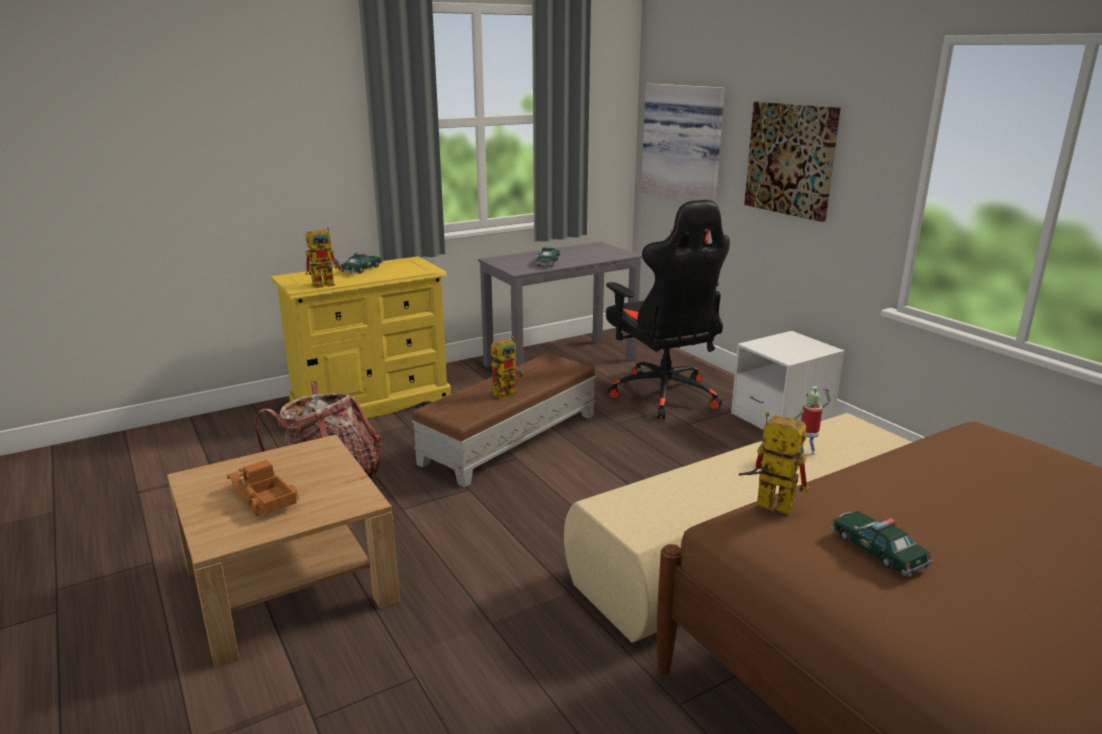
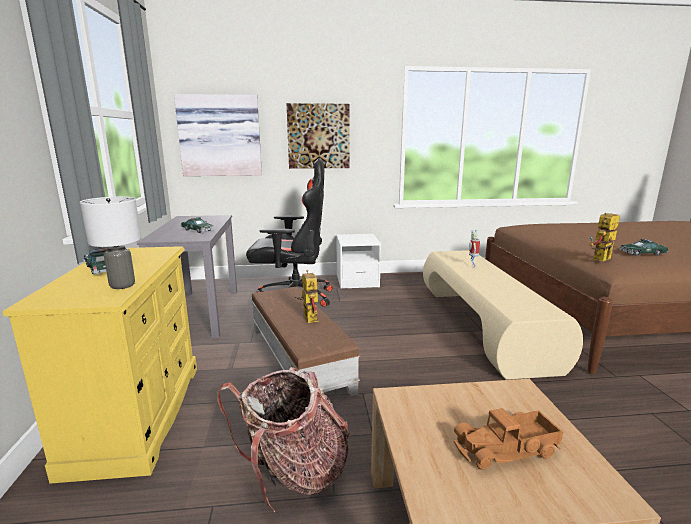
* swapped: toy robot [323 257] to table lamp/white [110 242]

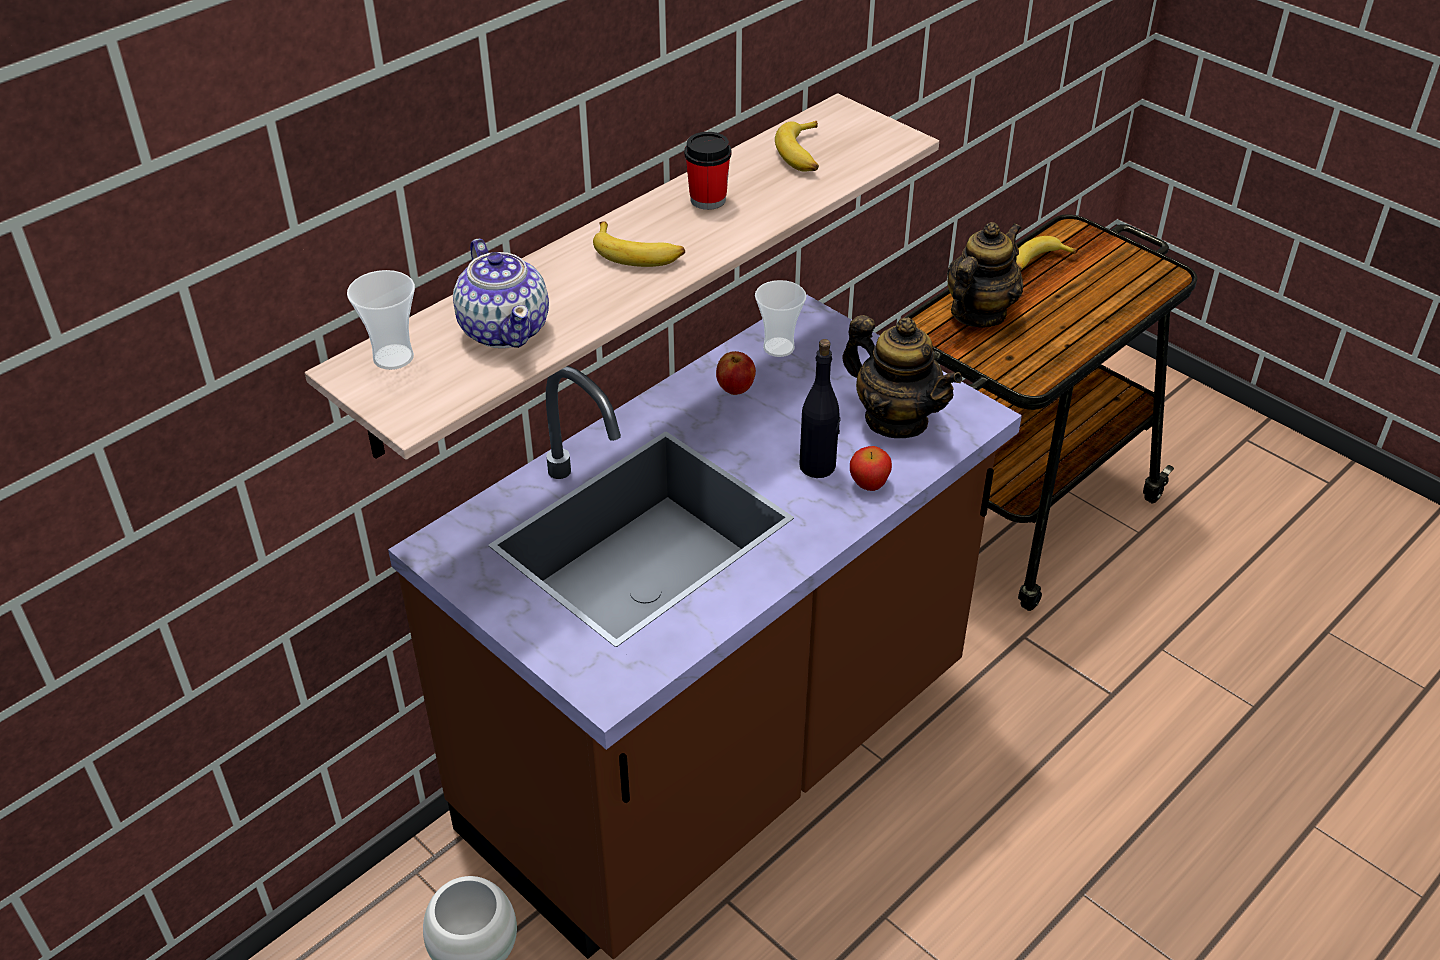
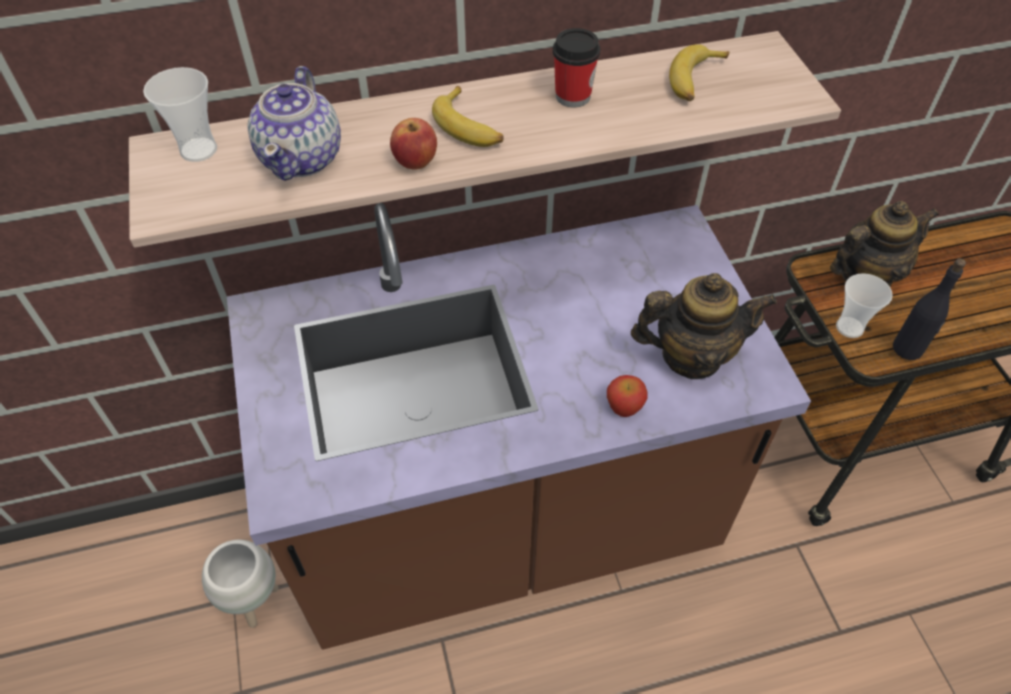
* shifted: apple [736 373] to [413 144]
* rotated: teapot [902 376] = [704 326] 75 degrees counterclockwise
* shifted: cup [780 318] to [864 305]
* shifted: bottle/black [820 408] to [929 309]
* gone: banana [1047 253]

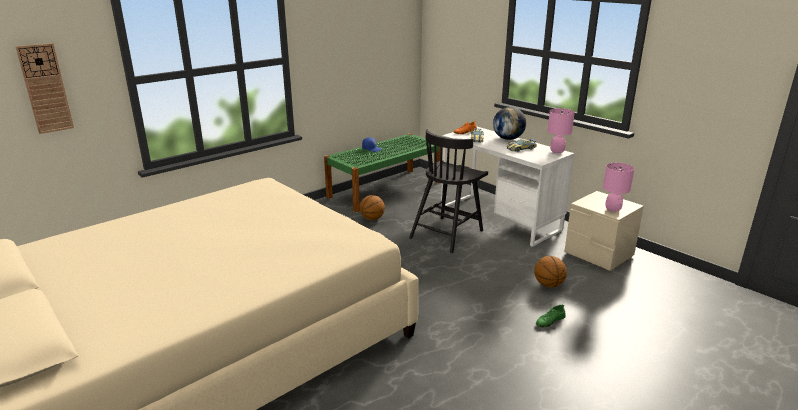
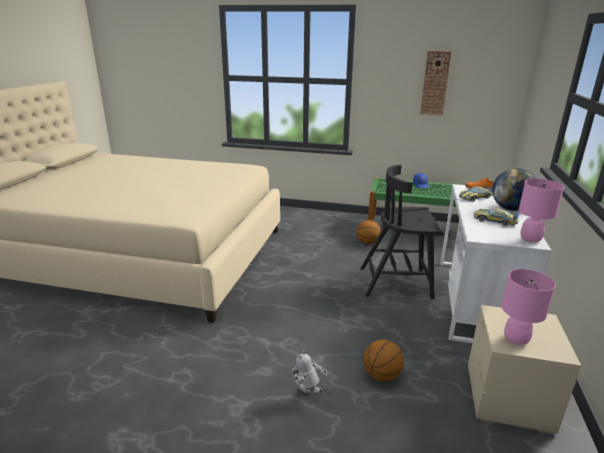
* swapped: shoe/green [551 316] to toy robot [312 373]
* shifted: wall clock [44 88] to [436 83]

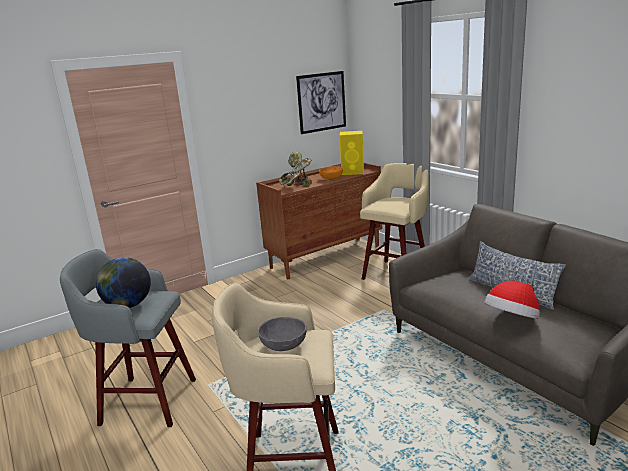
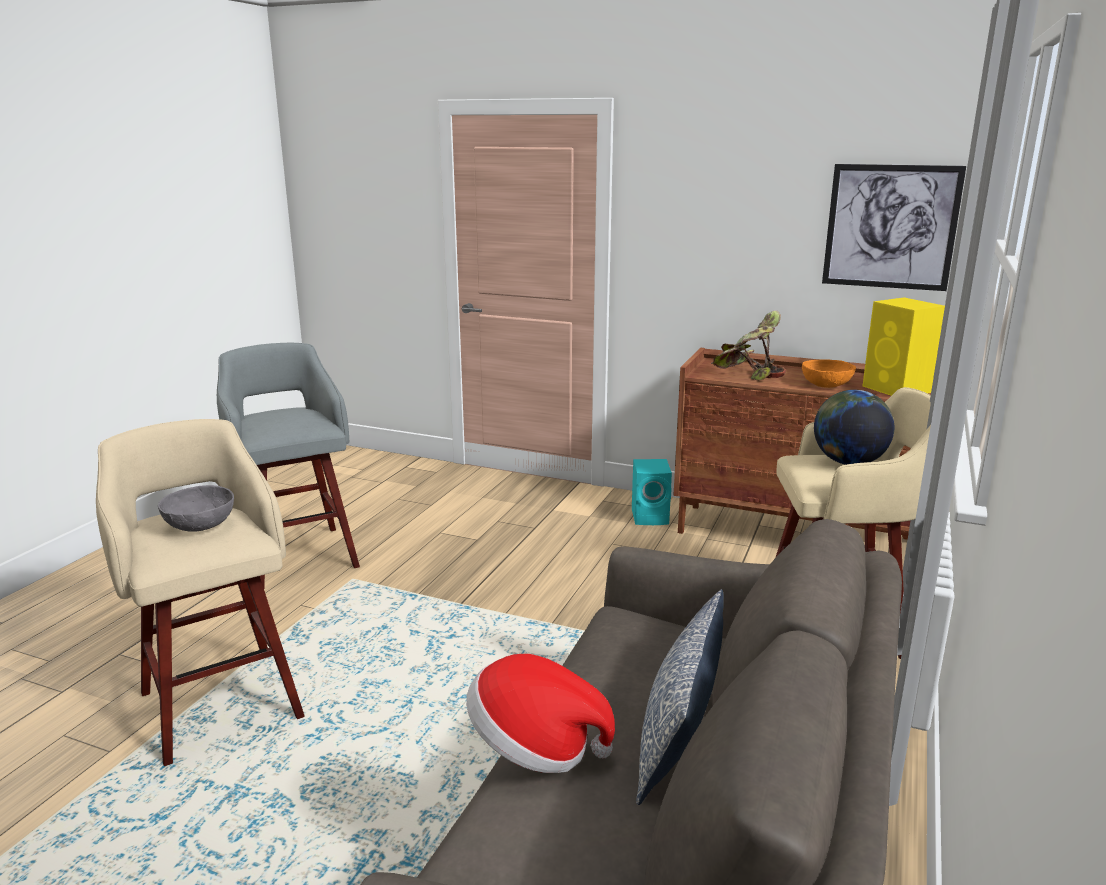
* new: speaker/turquoise [652 492]
* shifted: globe [123 282] to [854 427]

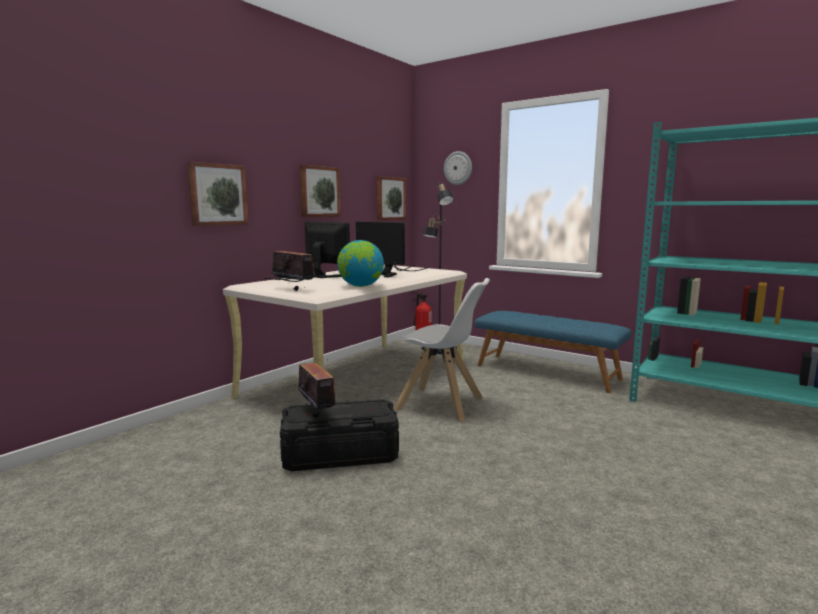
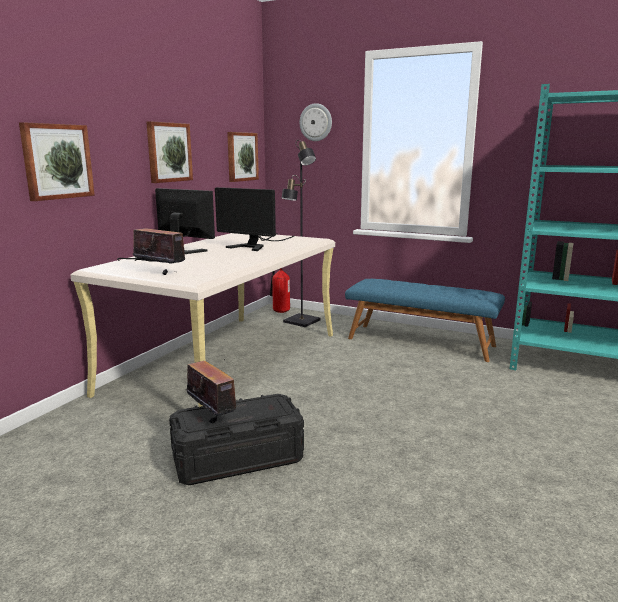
* gone: globe [360 263]
* gone: chair [442 349]

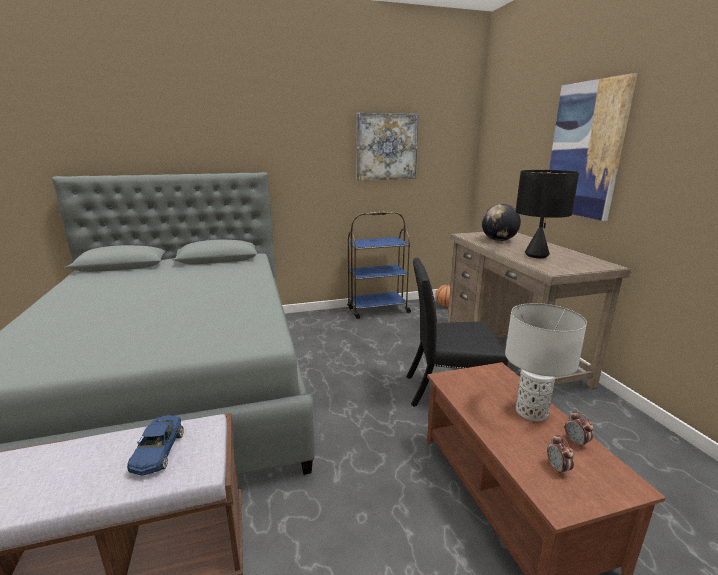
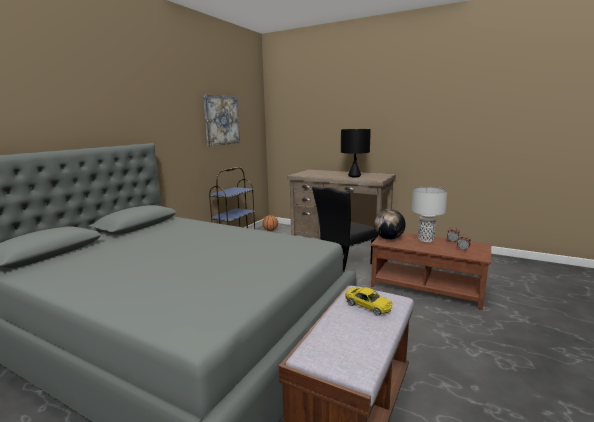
* repainted: toy car/blue [155 445] to toy car/yellow [368 301]
* shifted: globe [501 222] to [390 224]
* gone: picture [593 147]

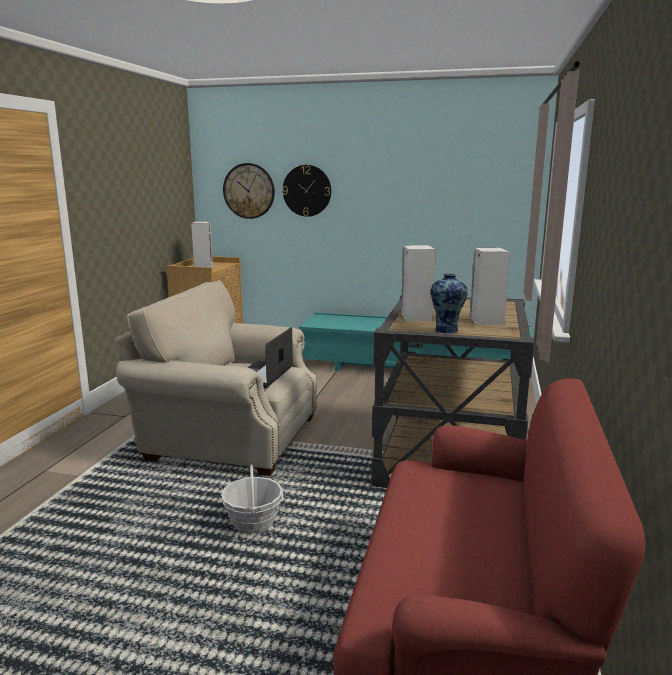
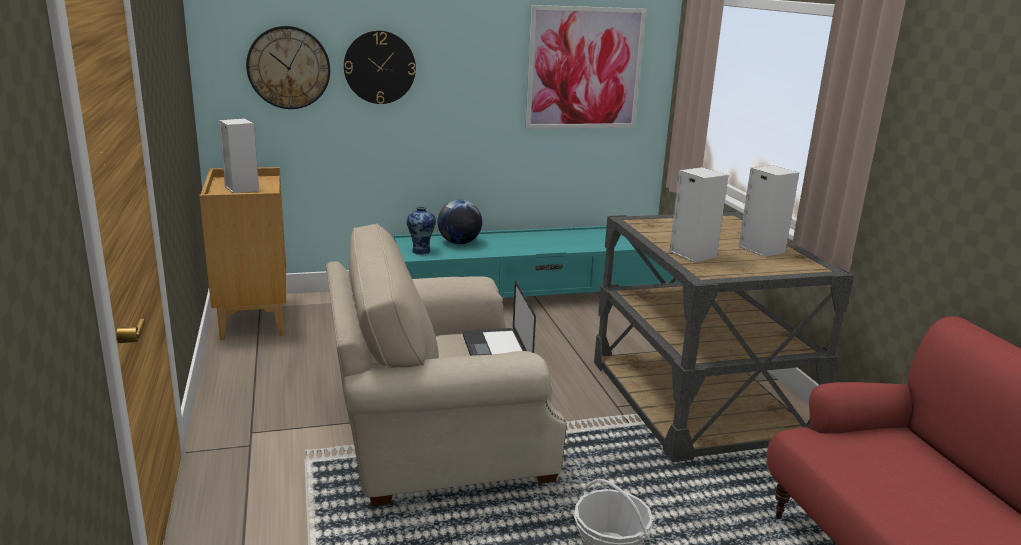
* shifted: vase [449 303] to [421 231]
* new: globe [460 222]
* new: picture [586 67]

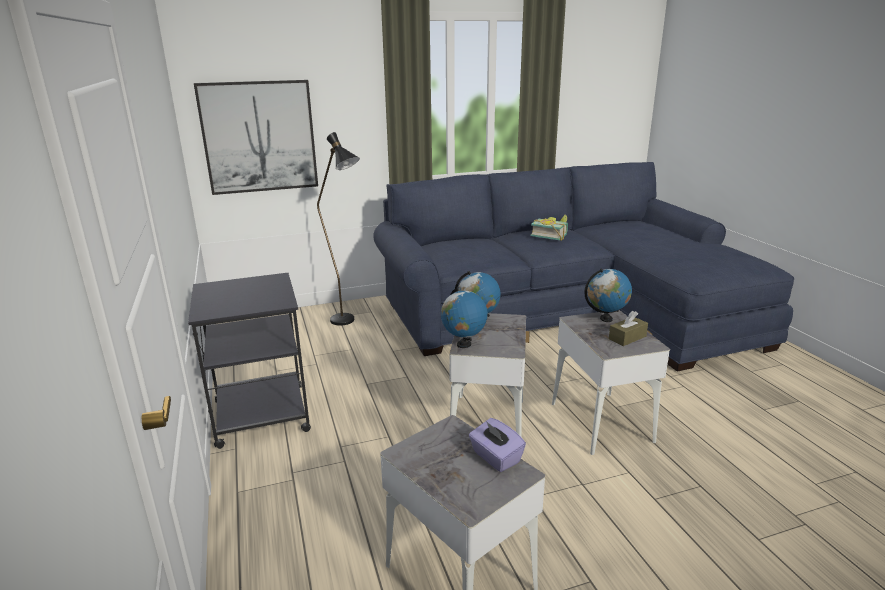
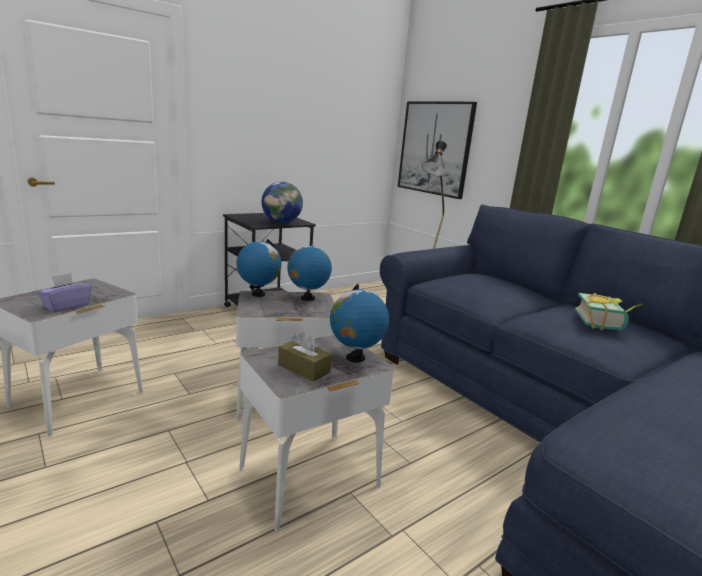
* new: globe [282 202]

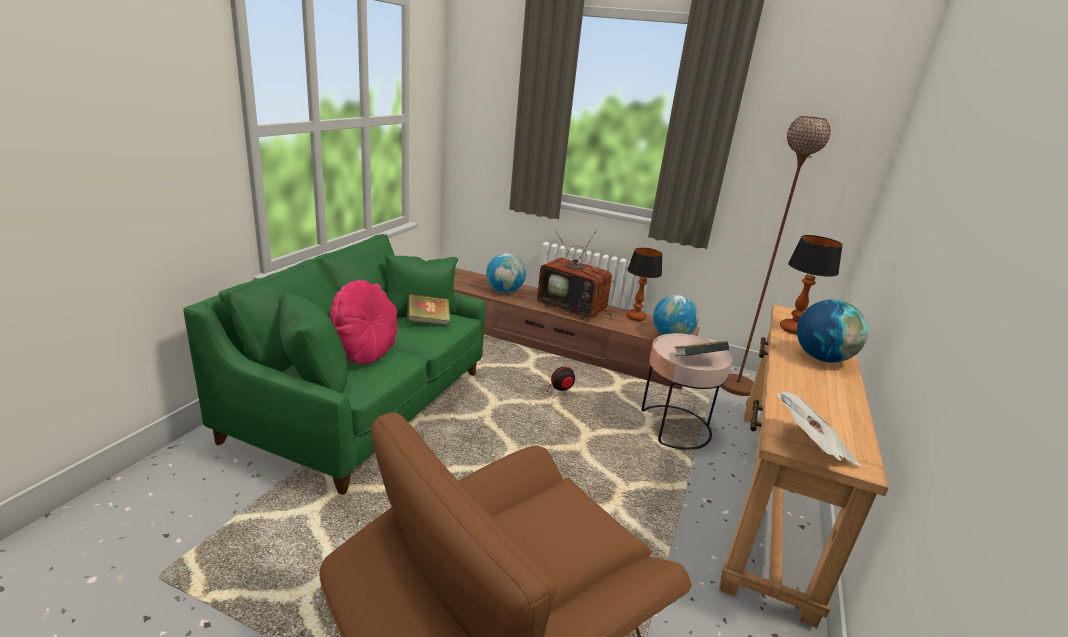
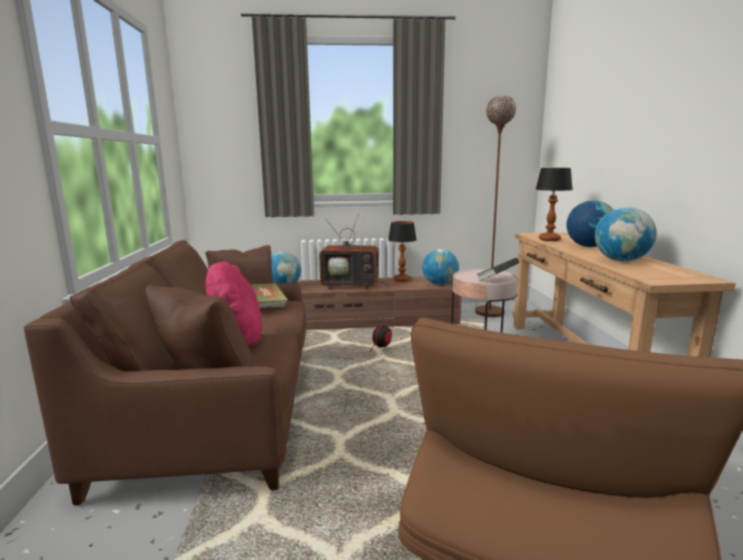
* repainted: sofa/green [334 364] to sofa/brown [165 373]
* new: globe [626 234]
* gone: newspaper [818 428]

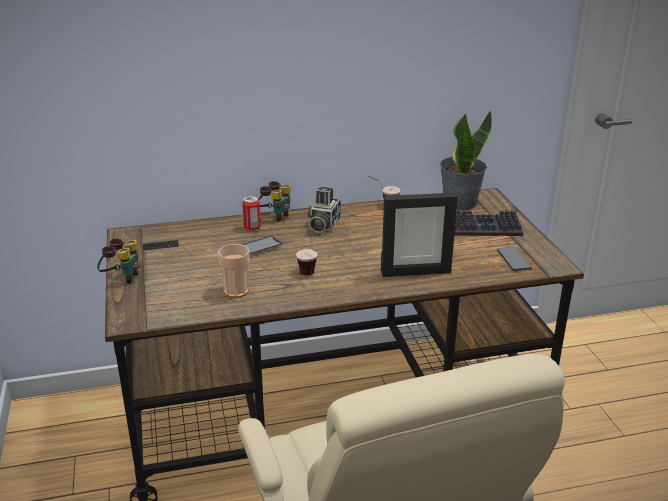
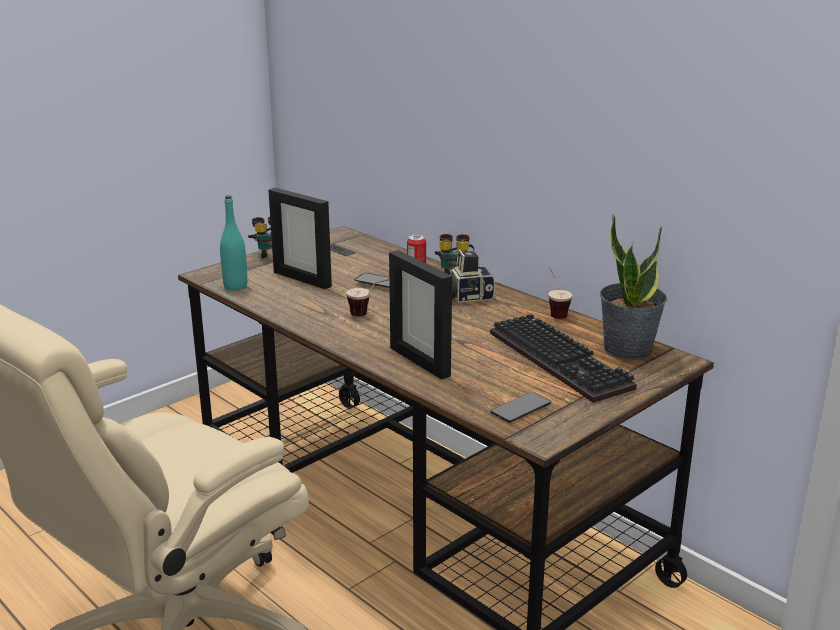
* new: bottle/turquoise [233 243]
* new: picture frame [300 238]
* gone: cup [233 271]

